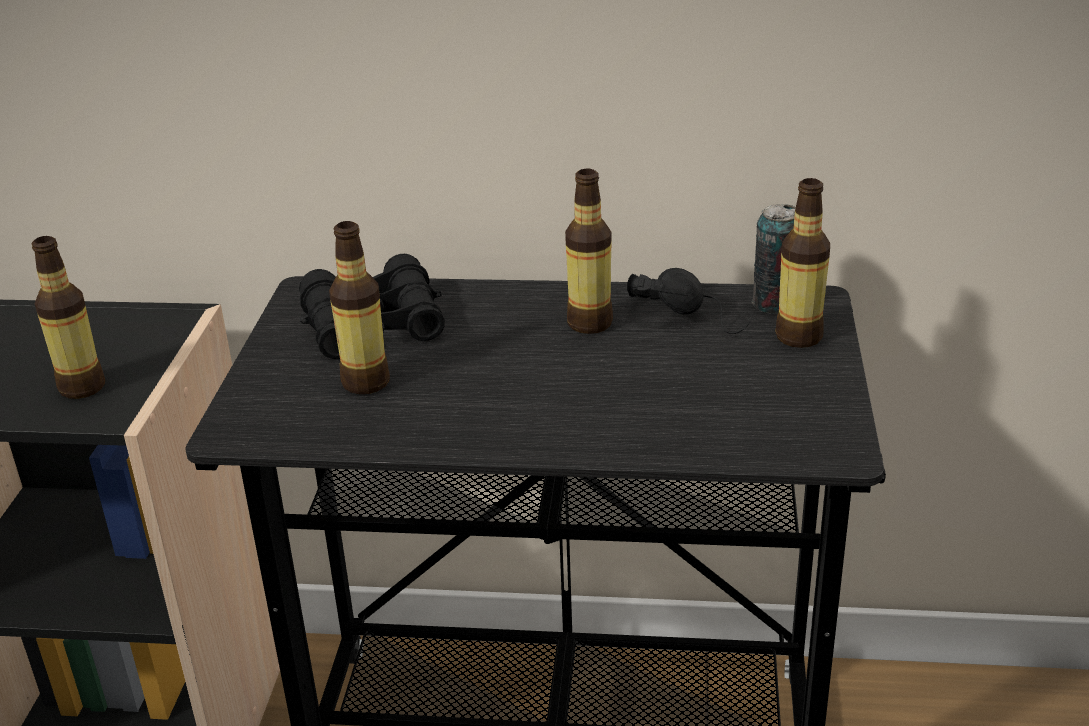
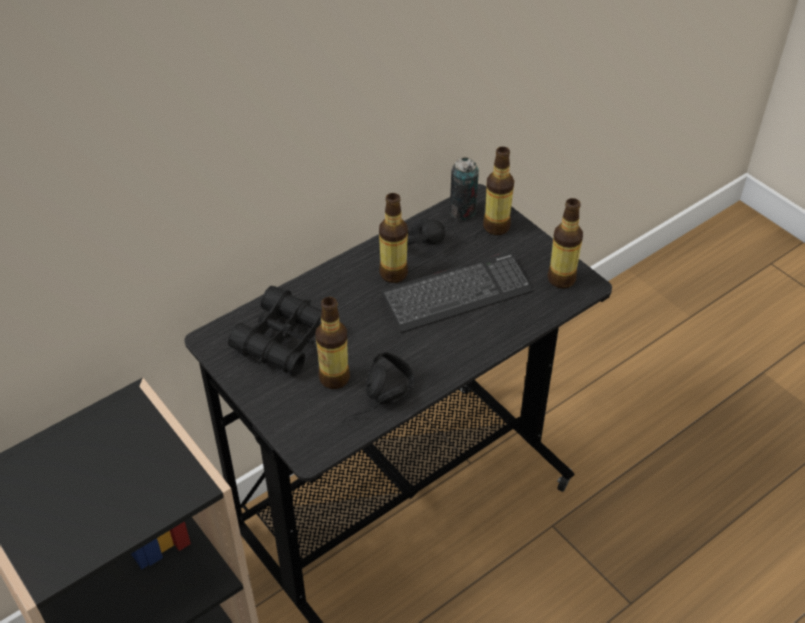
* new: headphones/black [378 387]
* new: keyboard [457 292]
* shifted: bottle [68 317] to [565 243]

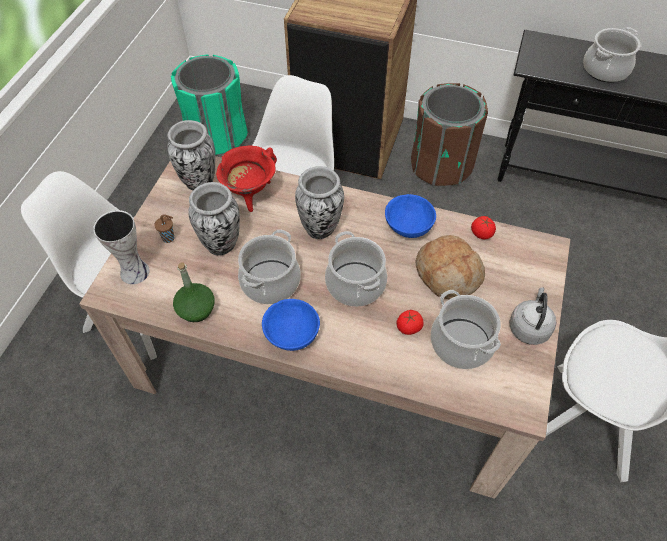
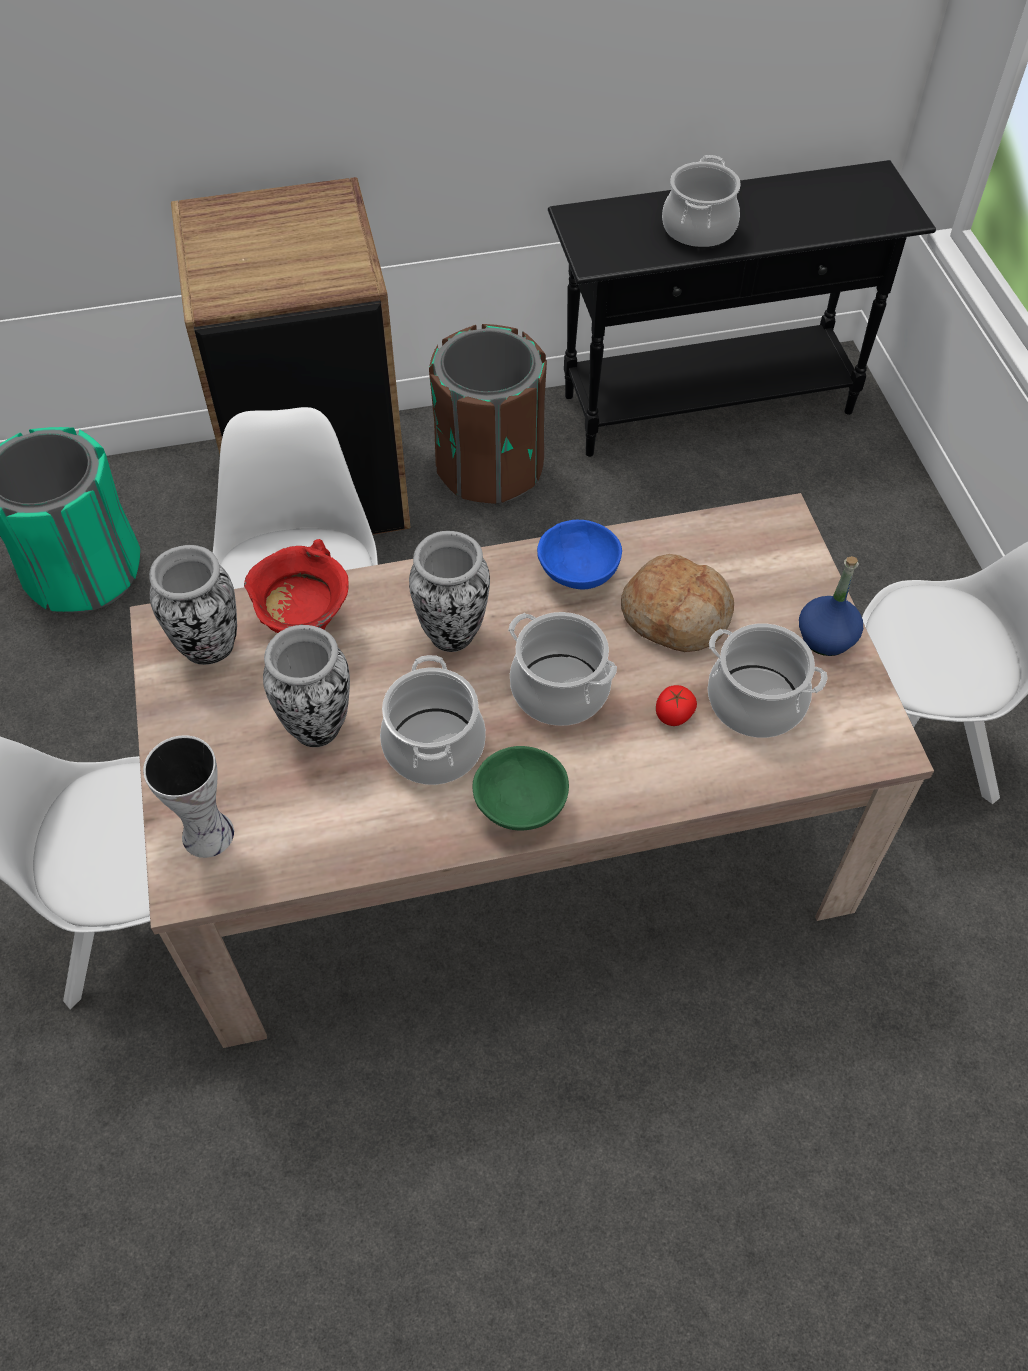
* repainted: bowl/blue [291 325] to bowl/green [521 788]
* swapped: kettle/grey [532 316] to bottle/blue [831 606]
* gone: cup/brown [164 229]
* gone: bottle/green [194 292]
* gone: tomato [483 227]

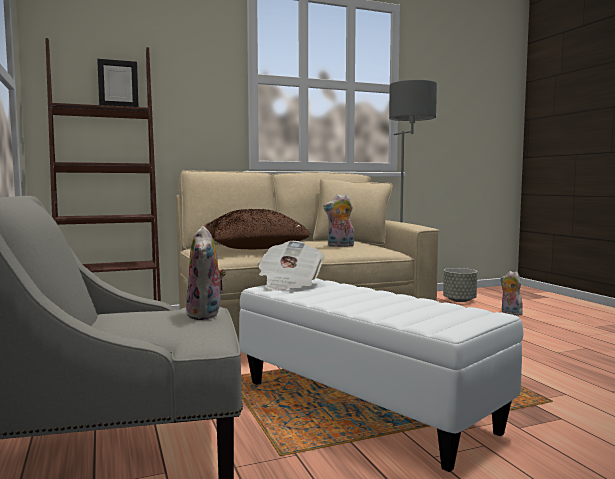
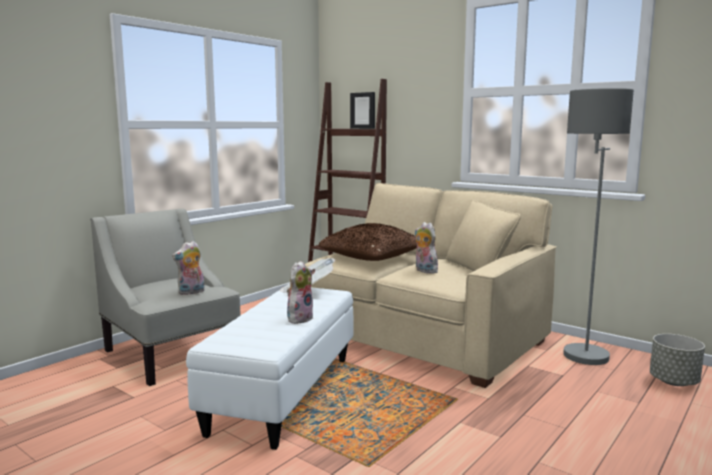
* shifted: plush toy [511 293] to [300 292]

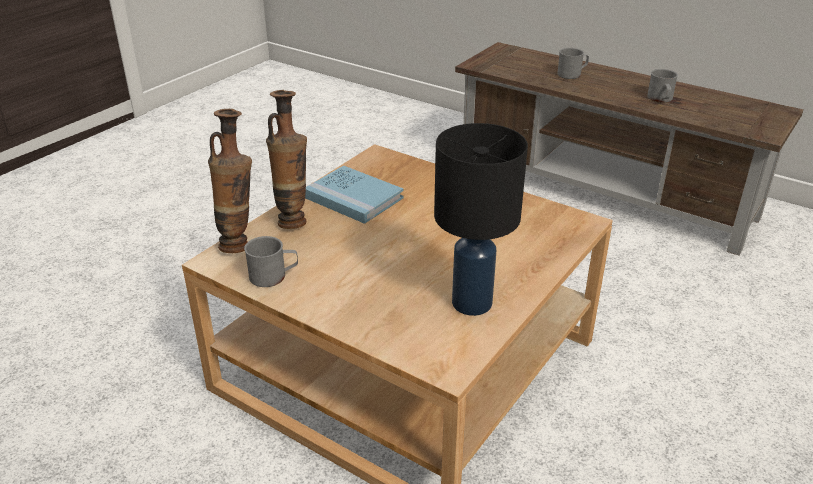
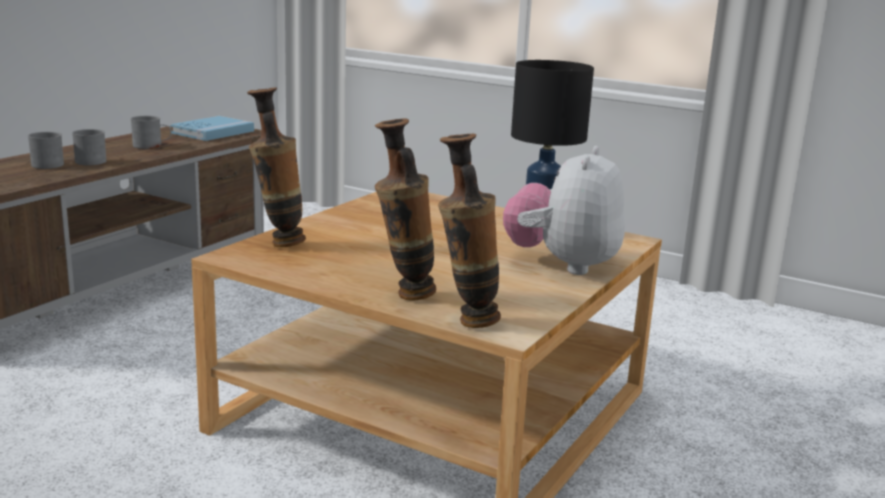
* shifted: mug/grey [271 261] to [89 147]
* shifted: book/blue [354 194] to [212 128]
* new: vase [276 167]
* new: plush toy [564 210]

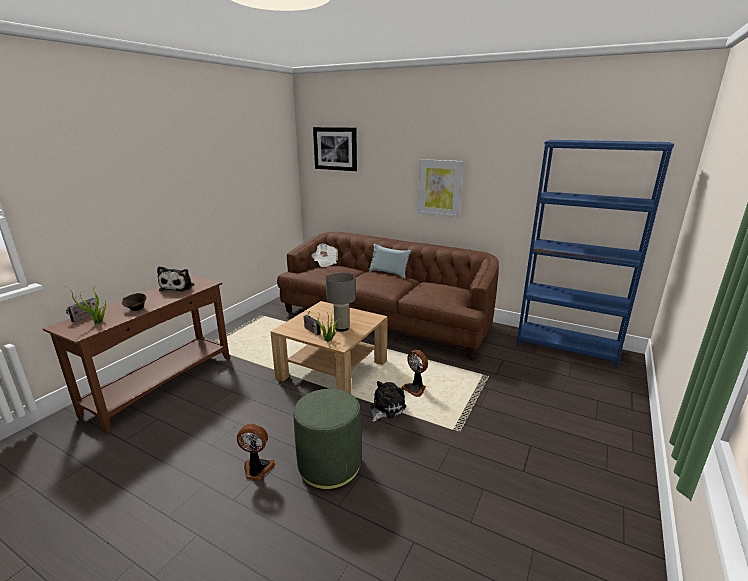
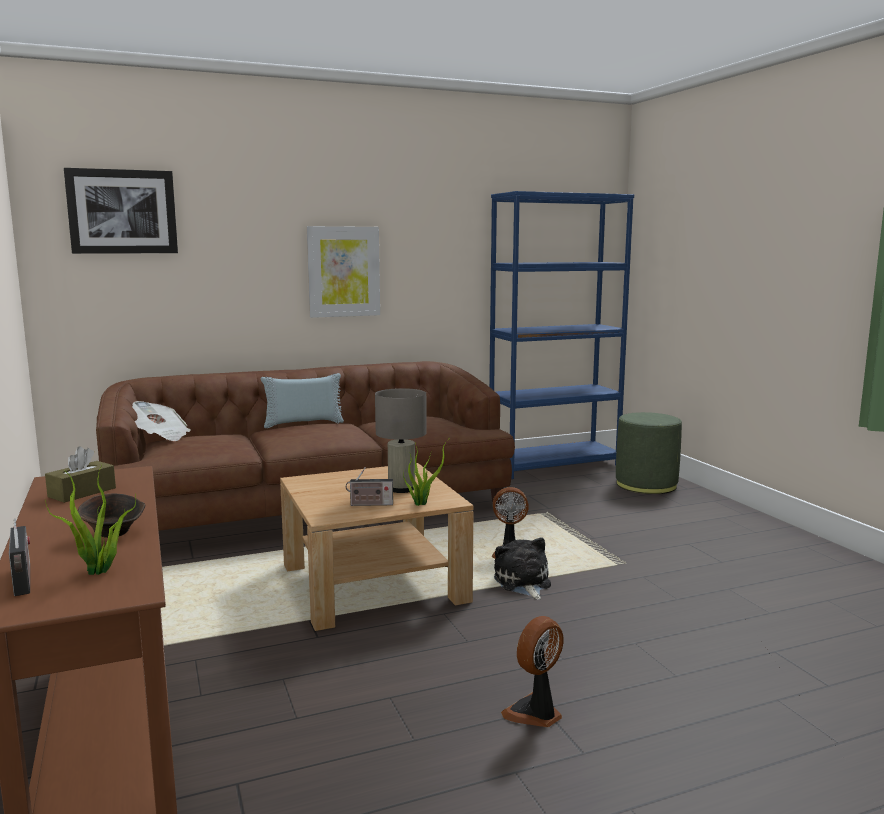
* swapped: plush toy [175 279] to tissue box/brown [80 475]
* shifted: ottoman/green [327 439] to [649 453]

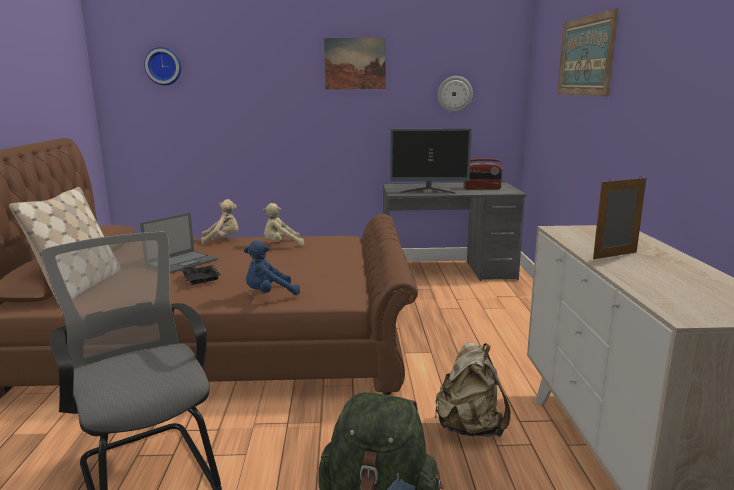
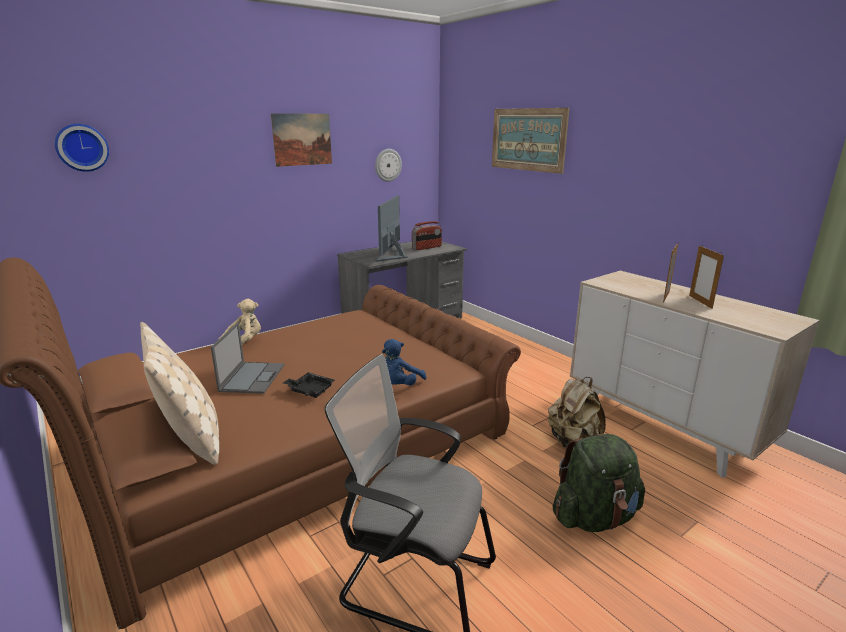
* rotated: monitor [431 161] = [391 229] 135 degrees clockwise
* new: picture frame [706 277]
* gone: plush toy/beige [283 224]

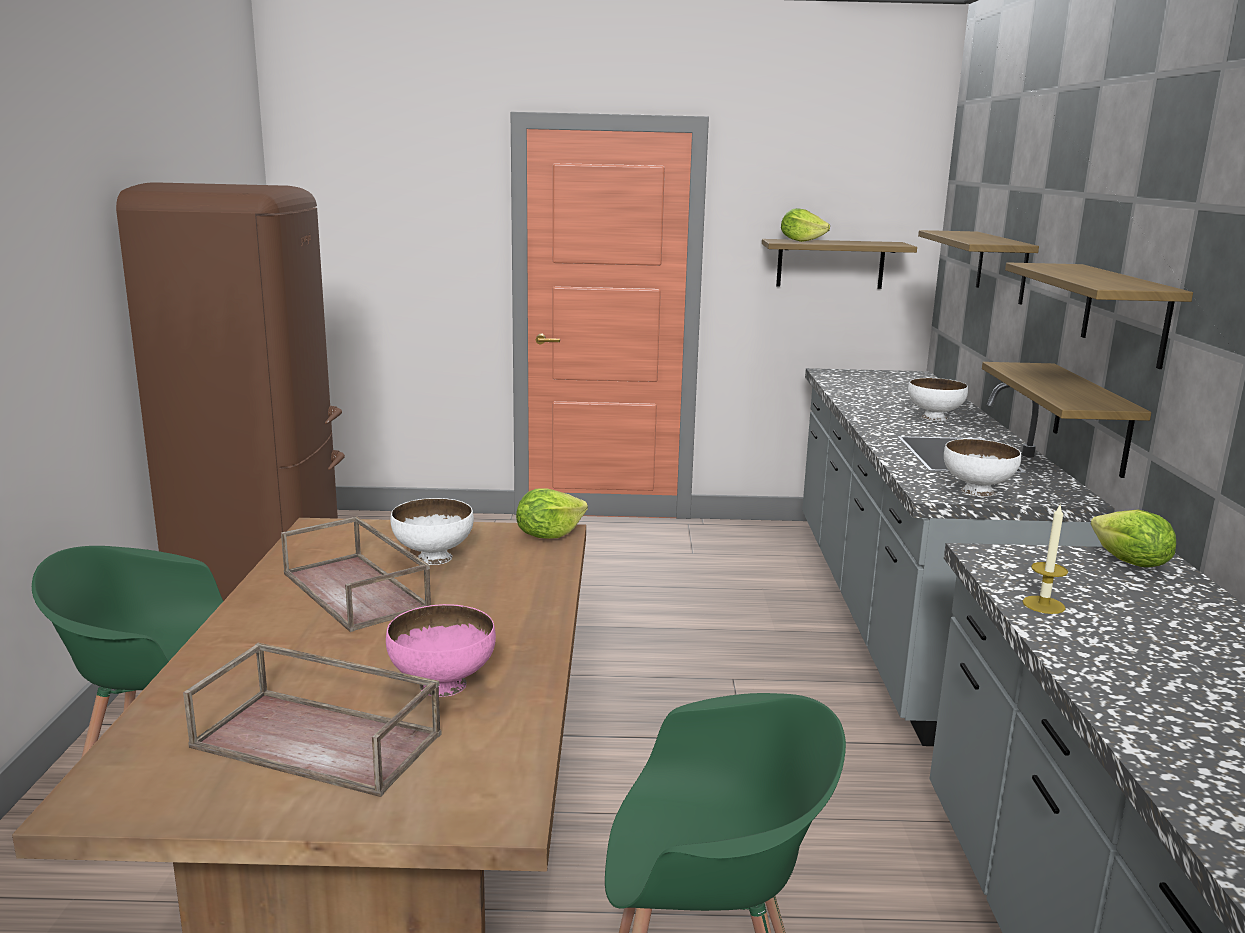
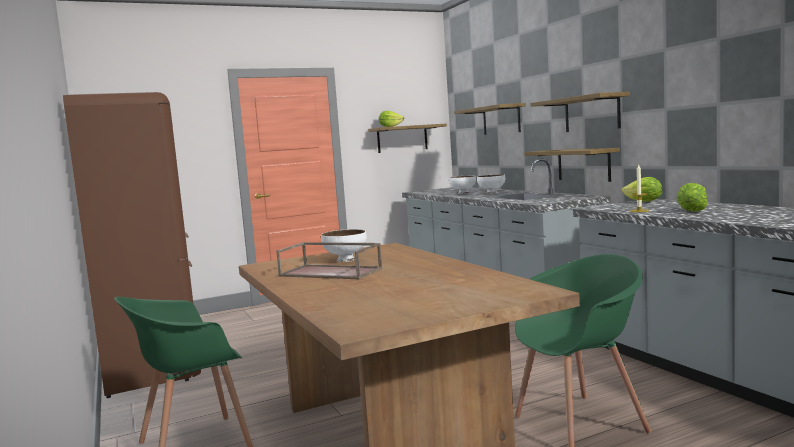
* shifted: bowl/white [982 468] to [462 185]
* shifted: lettuce [552 513] to [692 197]
* gone: tray/brown [312 720]
* gone: bowl/pink [441 650]

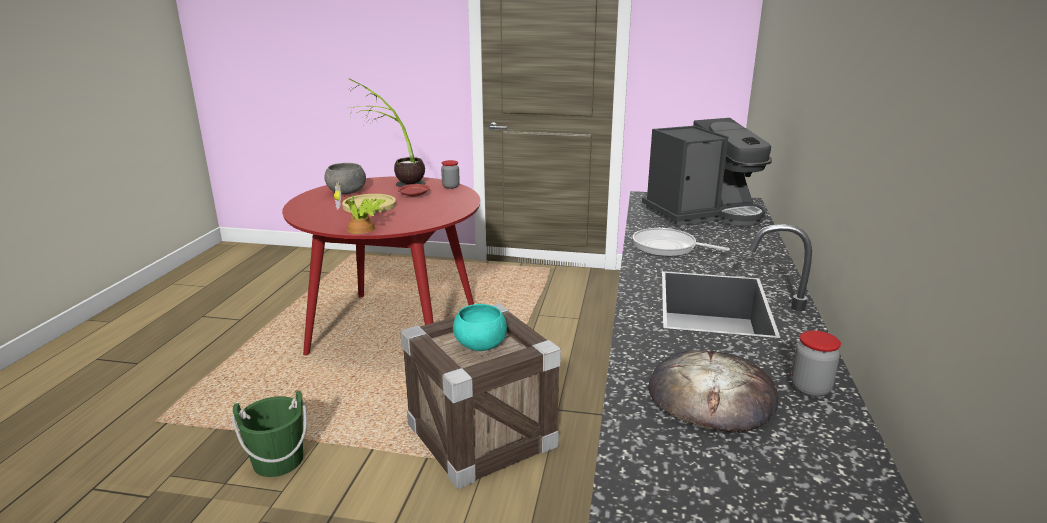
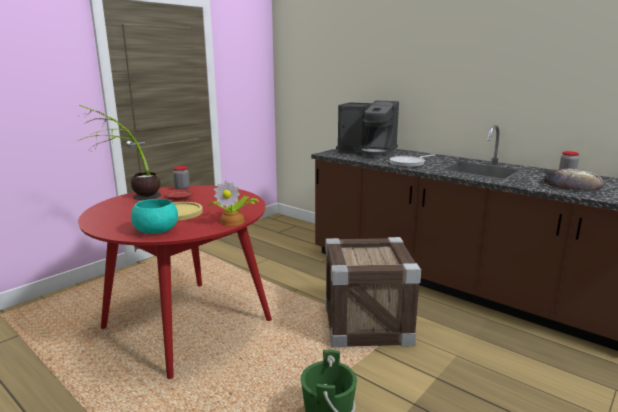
* shifted: bowl/turquoise [480 327] to [154 216]
* rotated: coffee machine [707 172] = [367 129] 105 degrees clockwise
* gone: bowl/grey [345 178]

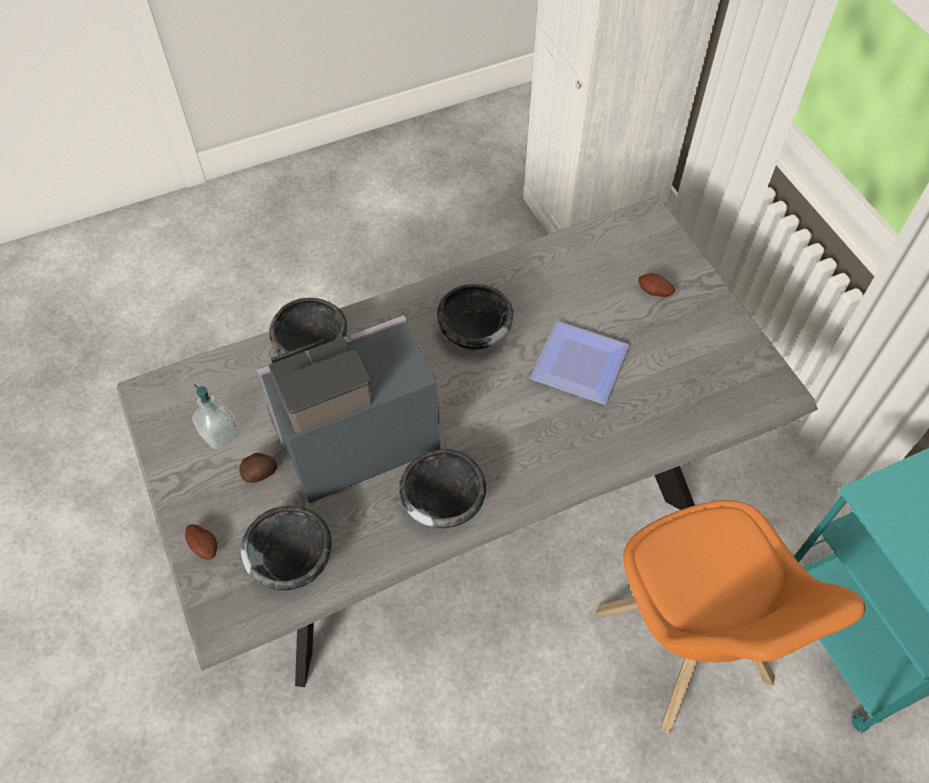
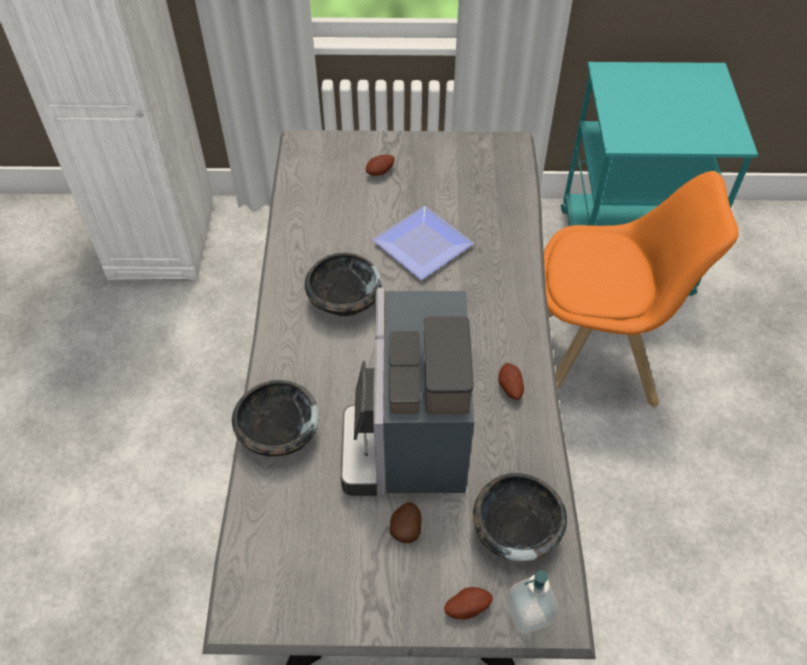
* swapped: bowl/black [442 488] to potato [511 381]
* shifted: soap dispenser [216 416] to [532 602]

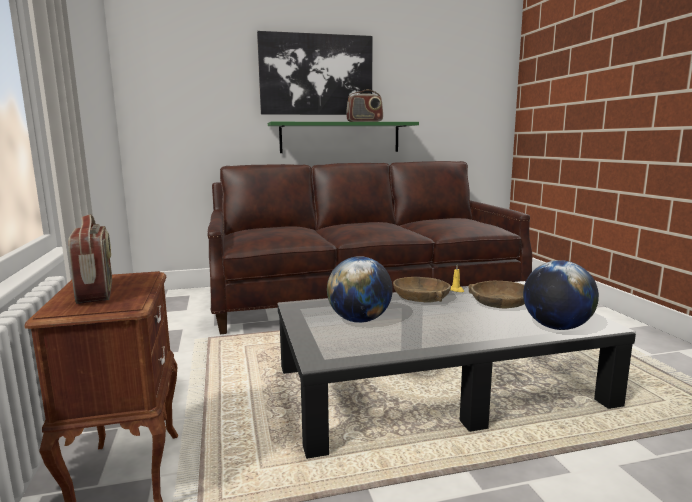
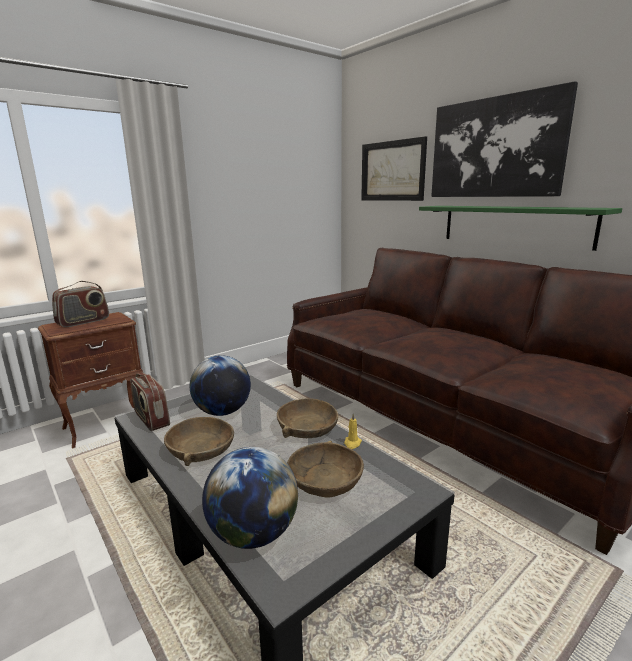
* shifted: radio [364 105] to [150 401]
* new: bowl/brown [199 441]
* new: picture [394 168]

